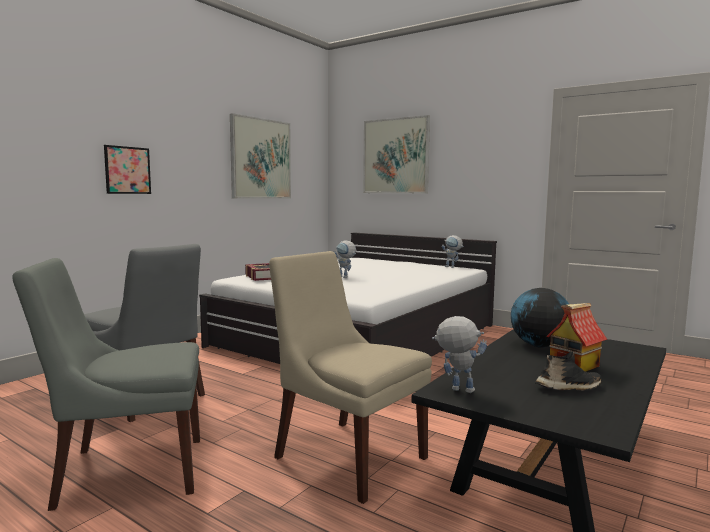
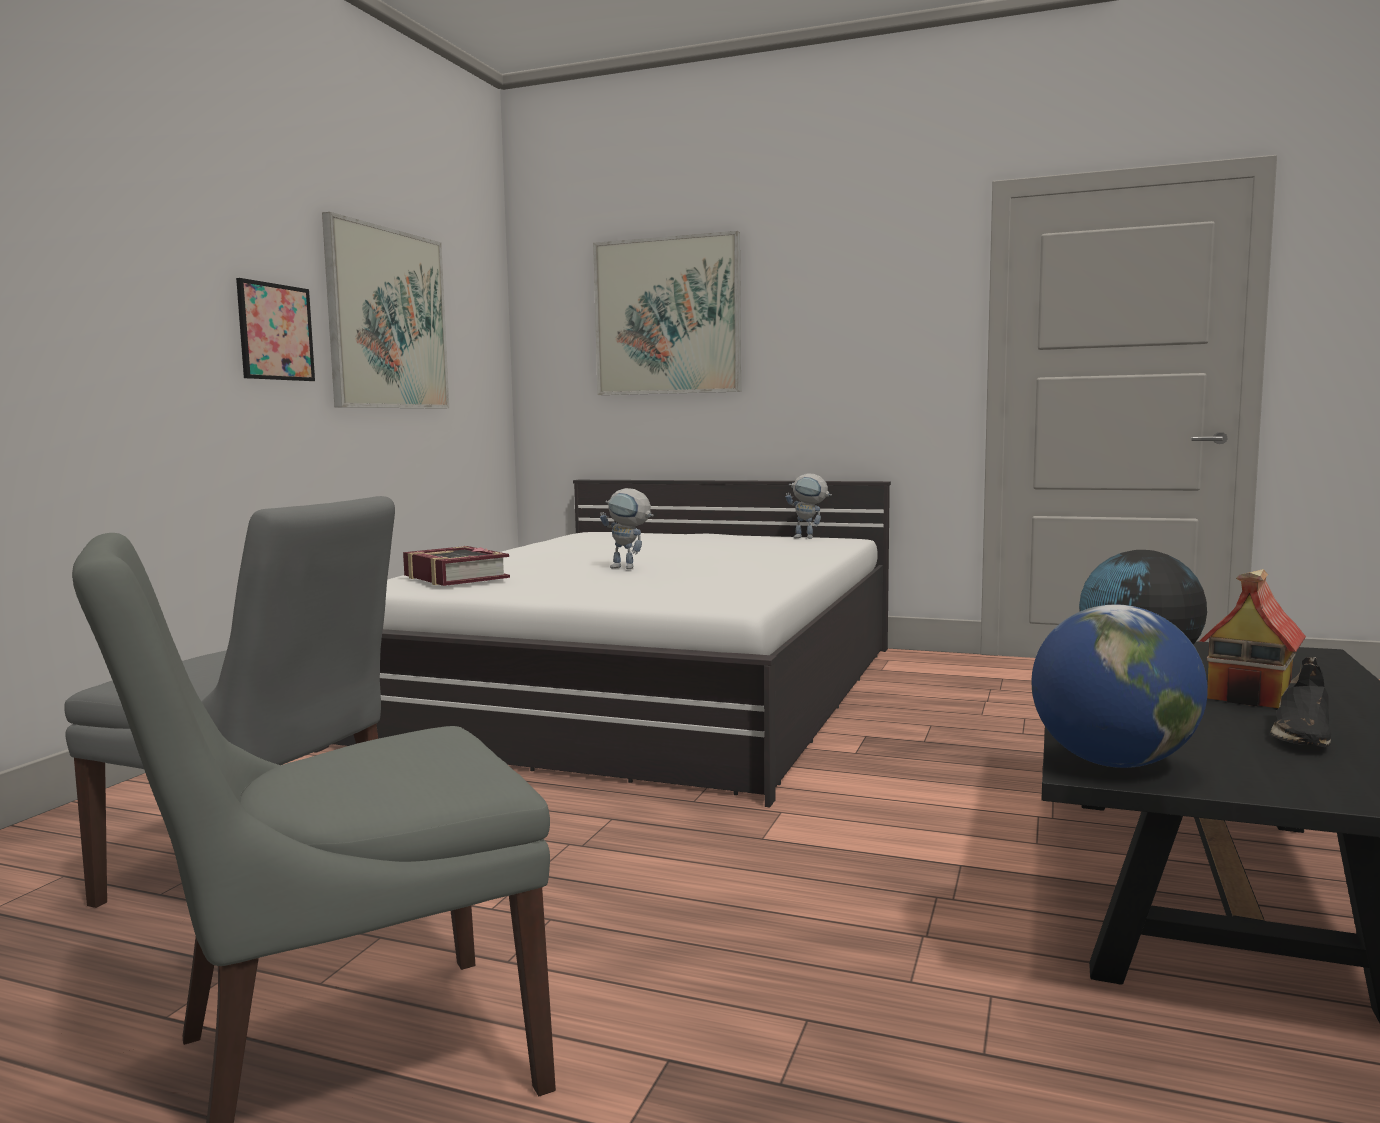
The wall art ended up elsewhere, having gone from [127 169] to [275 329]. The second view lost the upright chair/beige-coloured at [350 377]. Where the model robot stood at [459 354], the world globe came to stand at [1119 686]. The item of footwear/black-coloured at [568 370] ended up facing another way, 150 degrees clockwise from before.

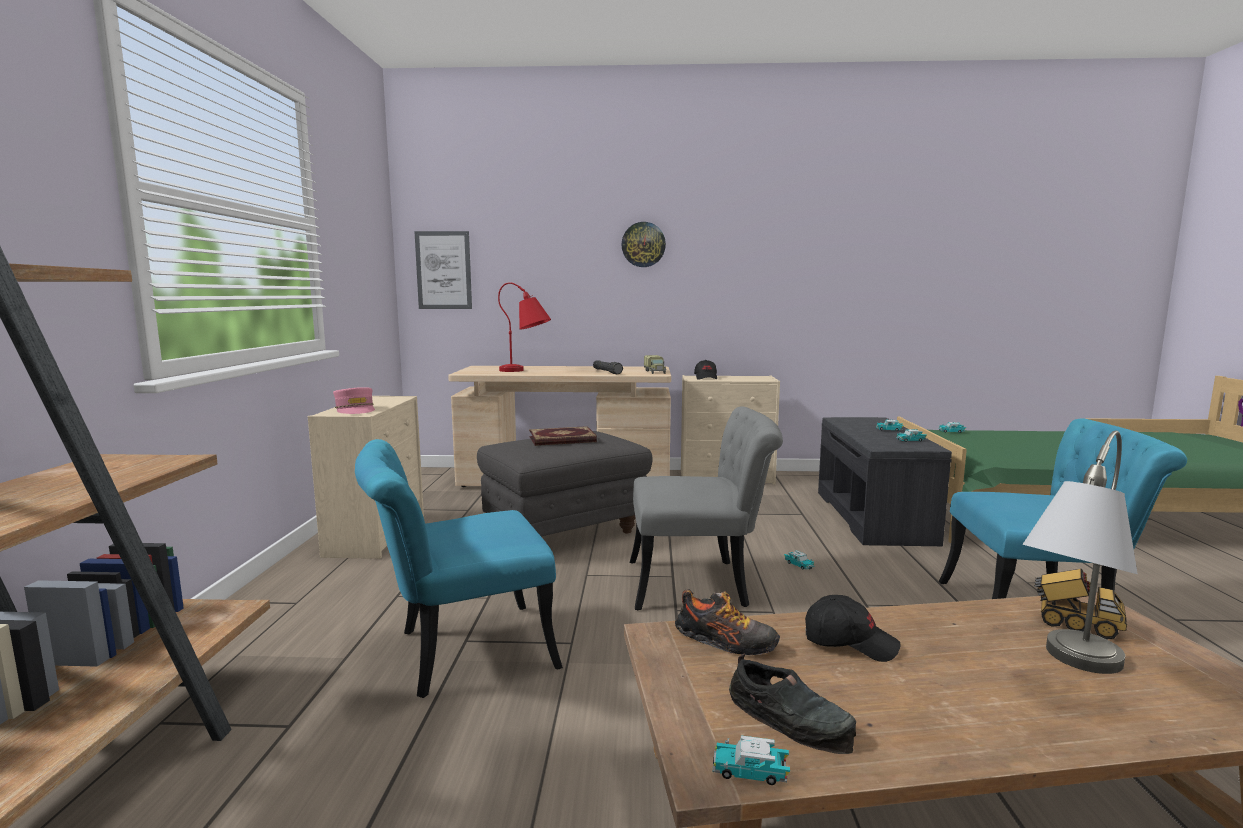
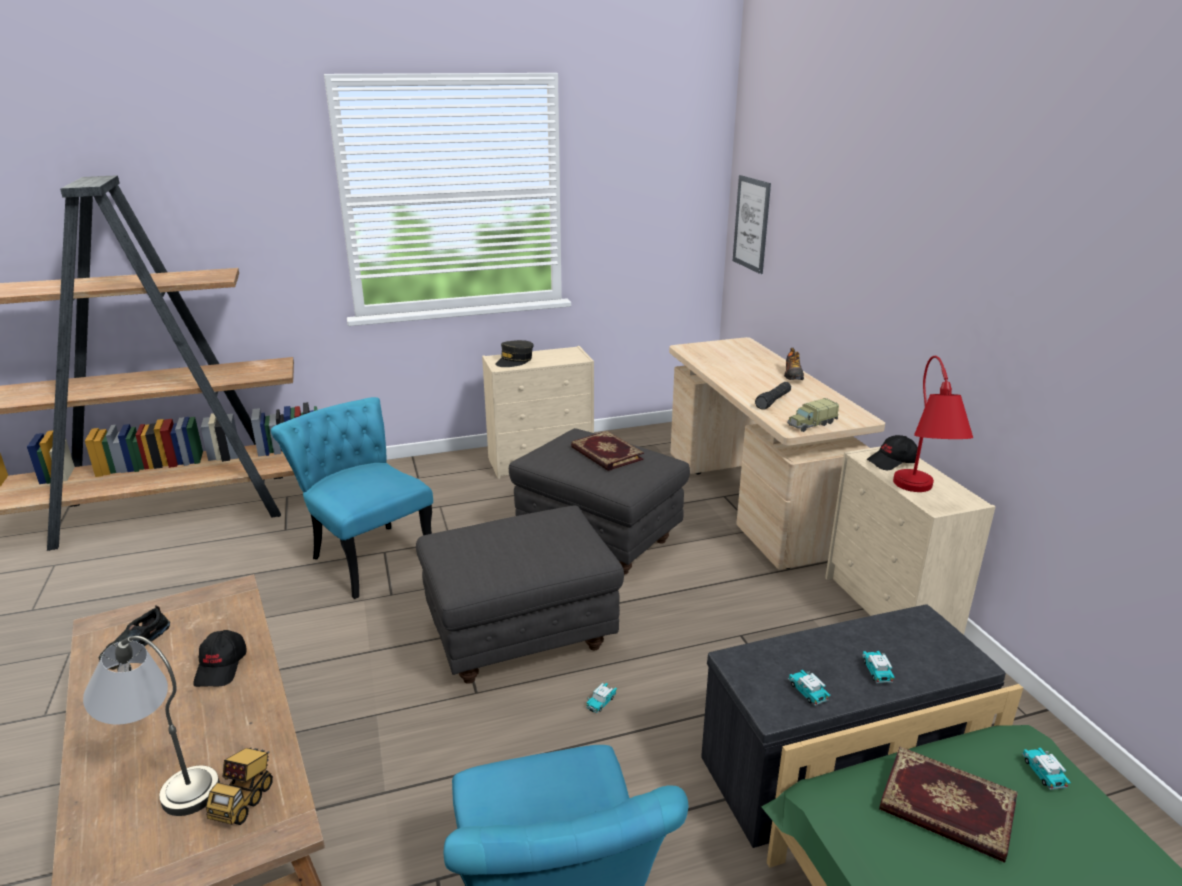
What was the baseball cap/pinkish at [354 400] turned into the baseball cap/gray at [514 353]. The tabletop lamp/red-coloured ended up elsewhere, having gone from [524 327] to [933 424]. The second view lost the clock on the wall at [643 244]. Where the upright chair/gray stood at [706 508], the footrest/gray came to stand at [520 594]. The item of footwear ended up elsewhere, having gone from [727 622] to [794 363]. The second view lost the model car at [751 760]. The second view gained the bound book at [948 804].

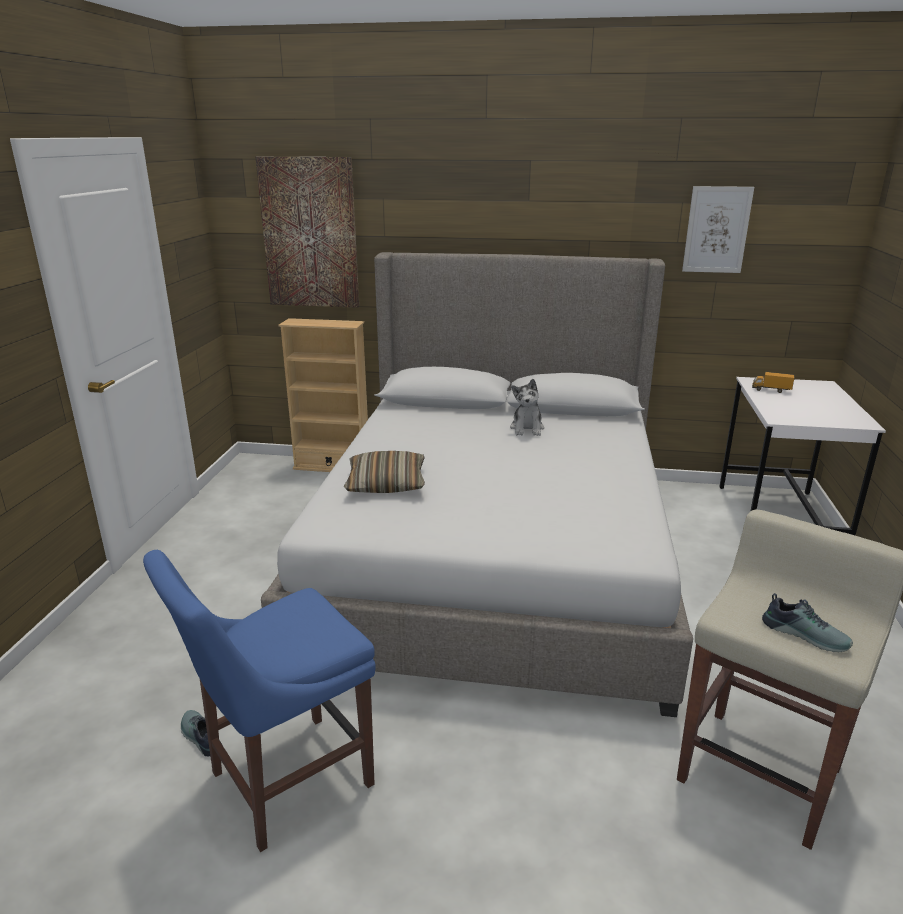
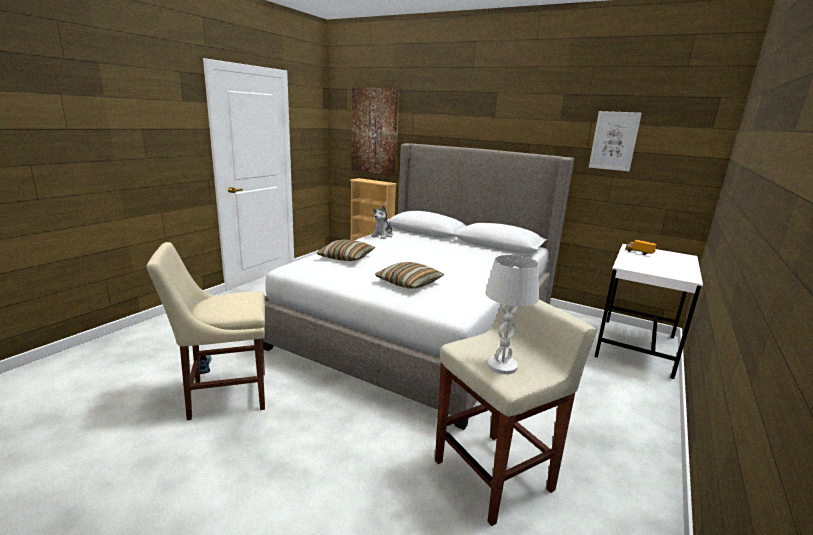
What was the upright chair/blue-coloured at [259 701] turned into the upright chair/beige-coloured at [205 331]. The soft toy ended up elsewhere, having gone from [527 407] to [382 222]. Where the item of footwear stood at [807 622], the tabletop lamp/whitish came to stand at [512 314]. The second view gained the throw pillow at [410 275].

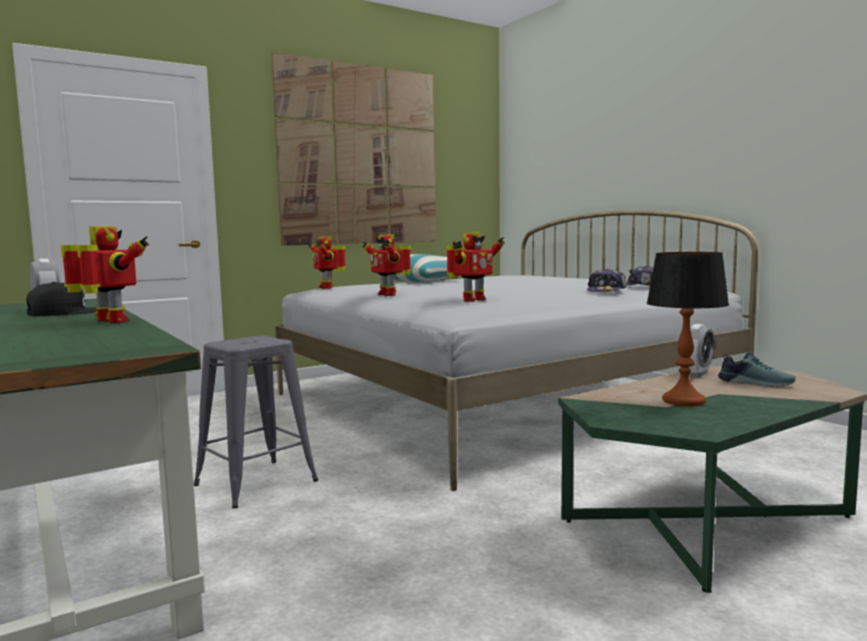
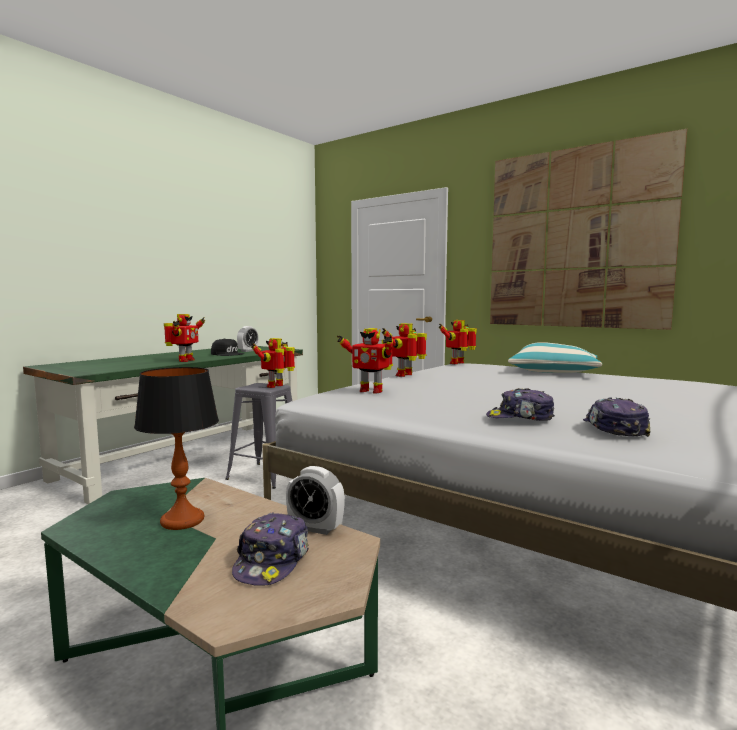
Where the item of footwear stood at [757 369], the baseball cap came to stand at [270 549]. The second view gained the model robot at [273 363].

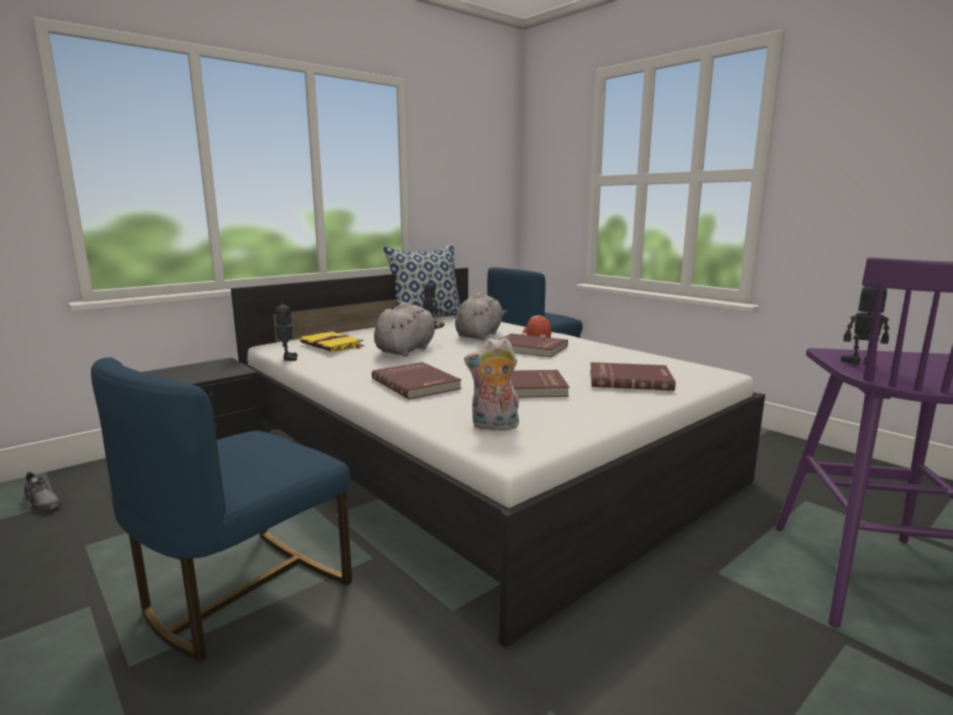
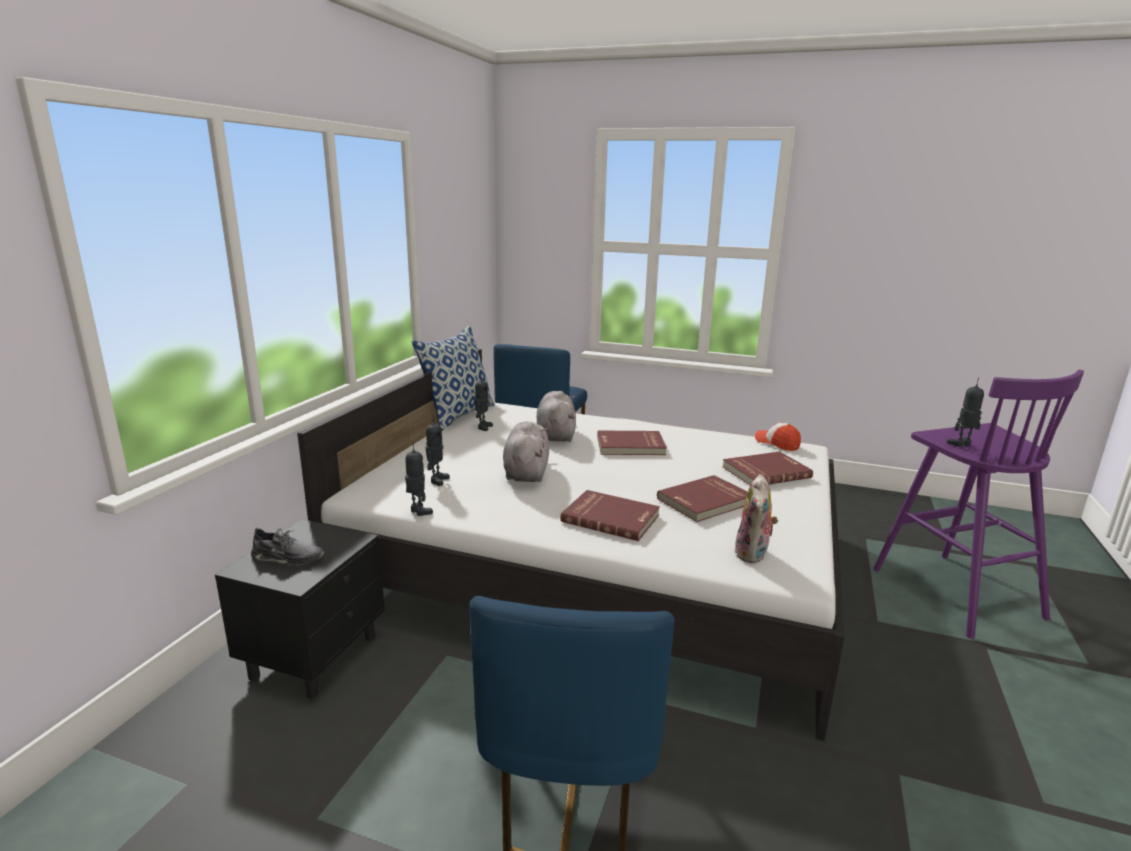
The item of footwear/gray ended up elsewhere, having gone from [43 492] to [287 547]. Where the bound book/yellow-coloured stood at [332 341], the model robot came to stand at [437 450]. The soft toy at [492 383] ended up facing another way, 45 degrees counterclockwise from before. The baseball cap ended up elsewhere, having gone from [537 327] to [778 437].

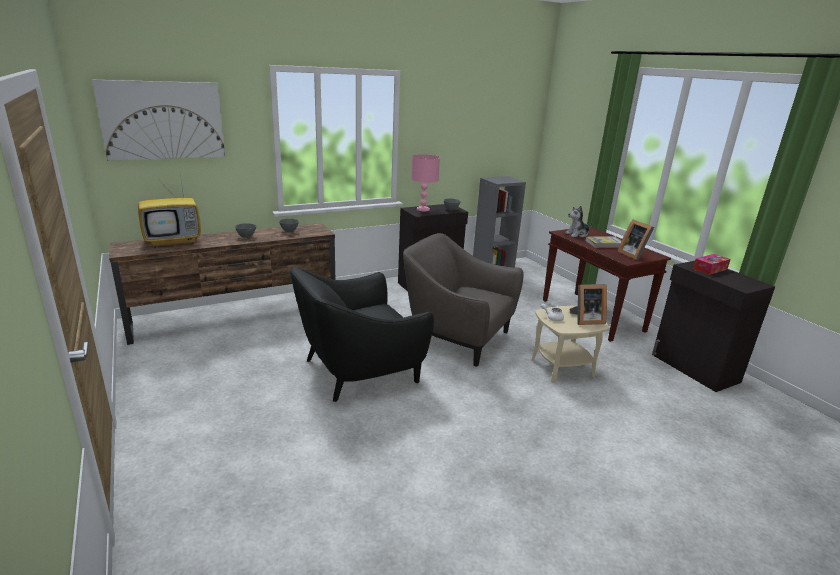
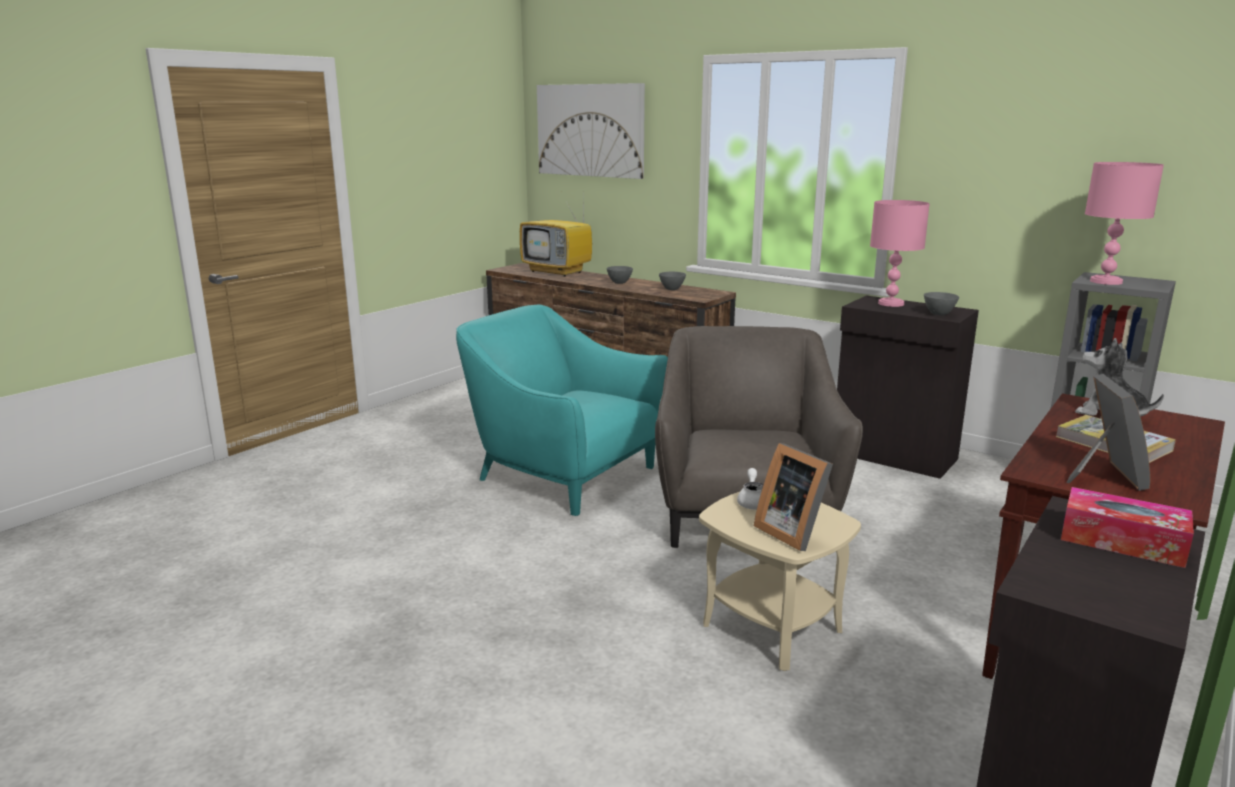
What was the armchair/black-coloured at [362 334] turned into the armchair/turquoise at [562 410]. The photo frame at [636 240] ended up facing another way, 150 degrees clockwise from before. The second view gained the tabletop lamp/pinkish at [1124 223].

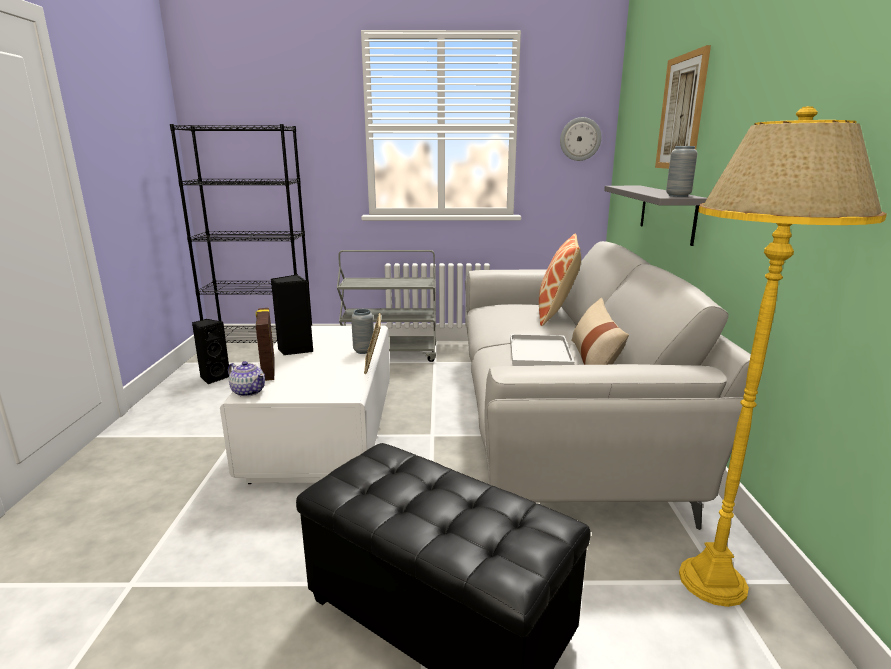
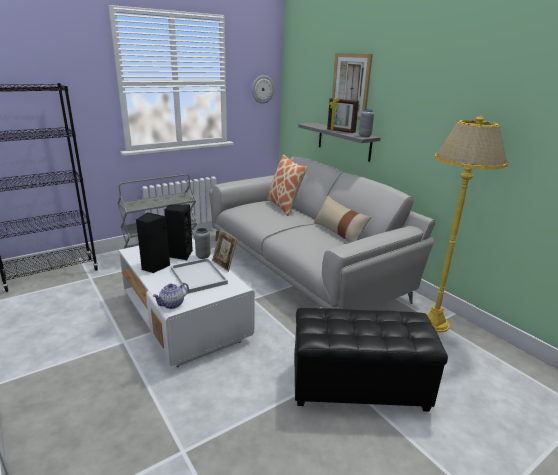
The speaker/black-coloured ended up elsewhere, having gone from [210 351] to [178 232]. The pot for tea at [246 379] ended up facing another way, 135 degrees clockwise from before. The photo frame ended up elsewhere, having gone from [265 344] to [343 115]. The serving tray/whitish ended up elsewhere, having gone from [542 350] to [199 276].

